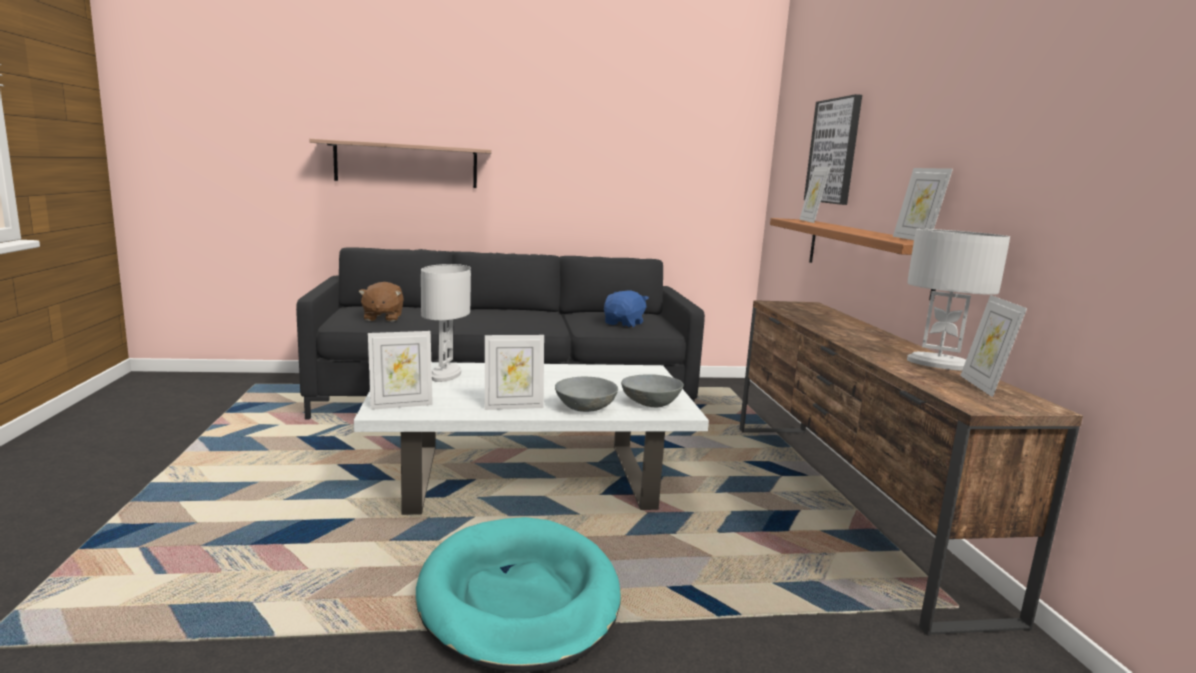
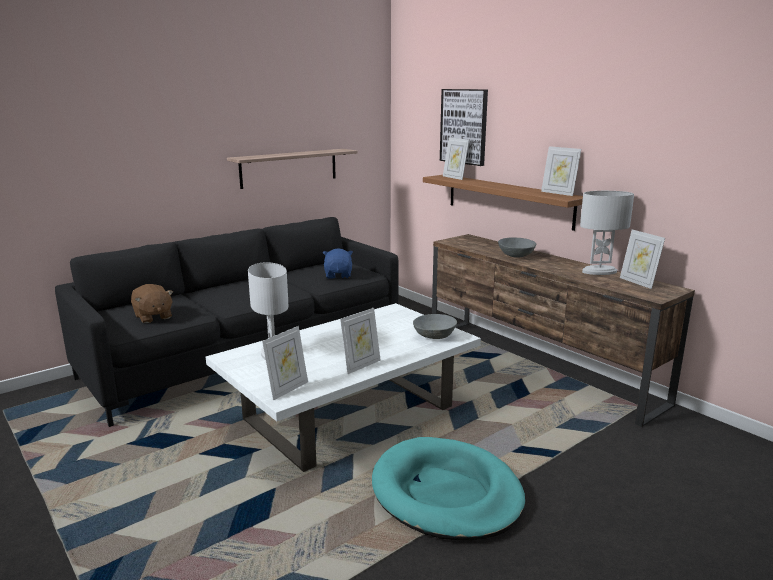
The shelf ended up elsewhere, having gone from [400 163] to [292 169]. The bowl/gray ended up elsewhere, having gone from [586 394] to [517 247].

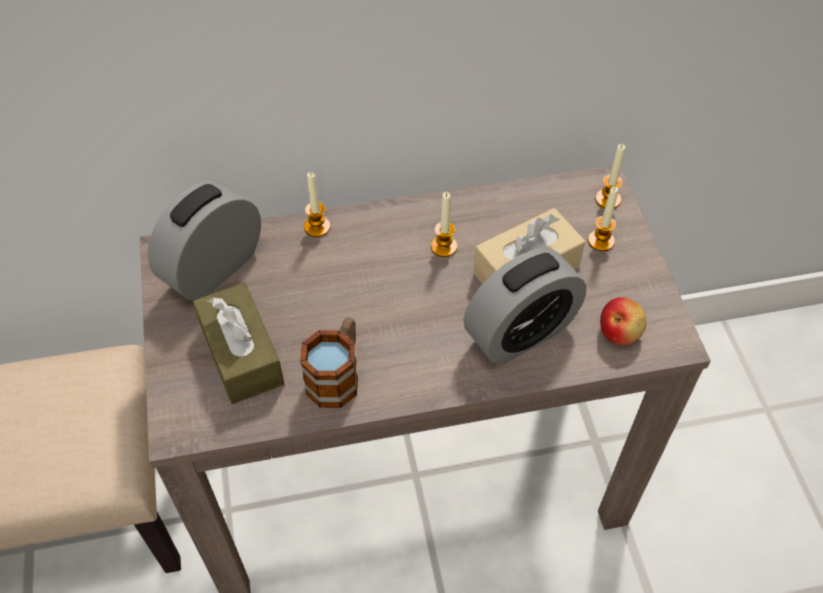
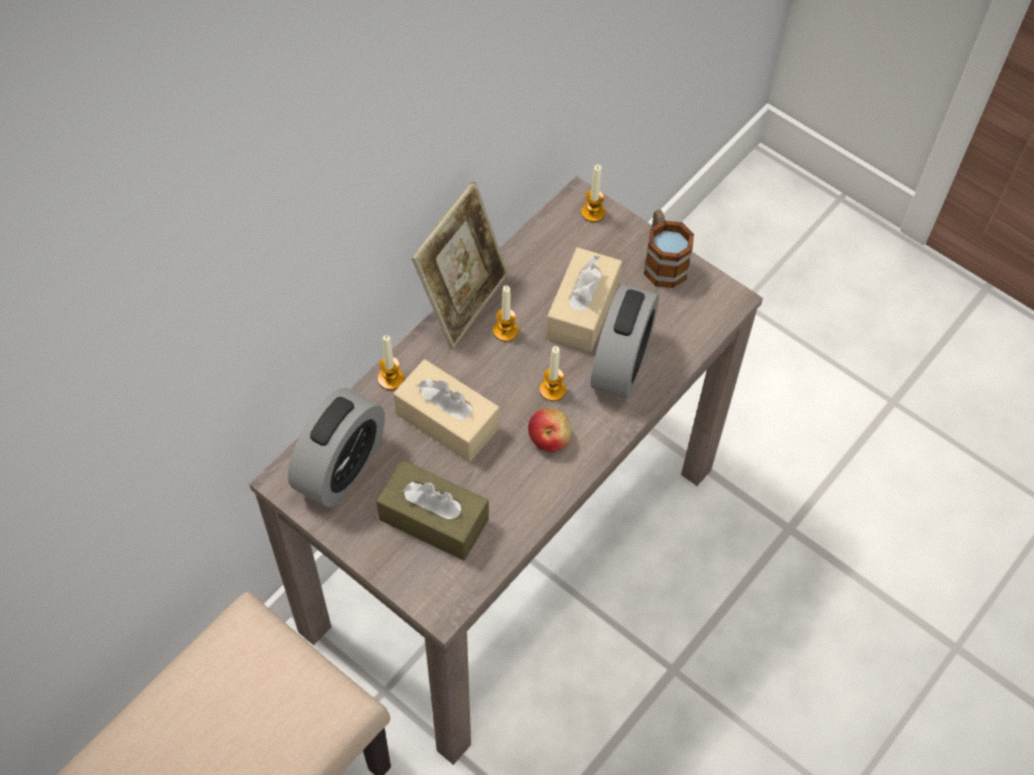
The alarm clock at [204 240] ended up facing another way, 150 degrees counterclockwise from before. The coffee mug ended up elsewhere, having gone from [329 362] to [669 249]. The wax candle ended up elsewhere, having gone from [603 218] to [553 373]. The apple ended up elsewhere, having gone from [623 321] to [550 430]. The second view gained the tissue box/beige-coloured at [446 410]. The second view gained the photo frame at [460 265].

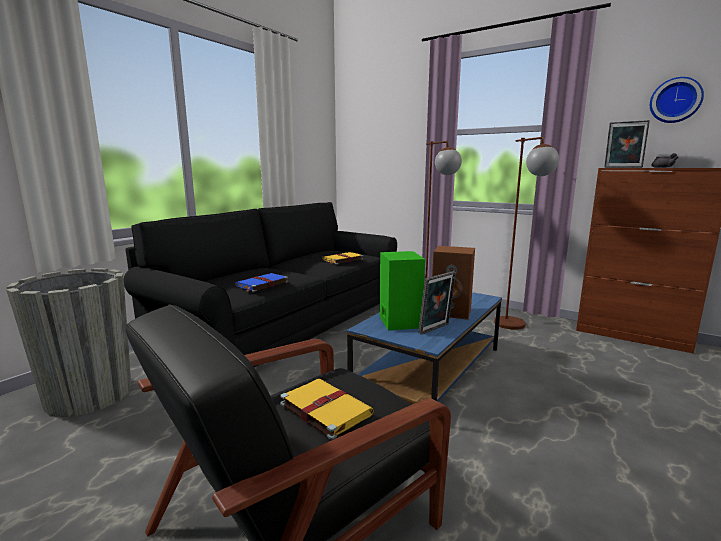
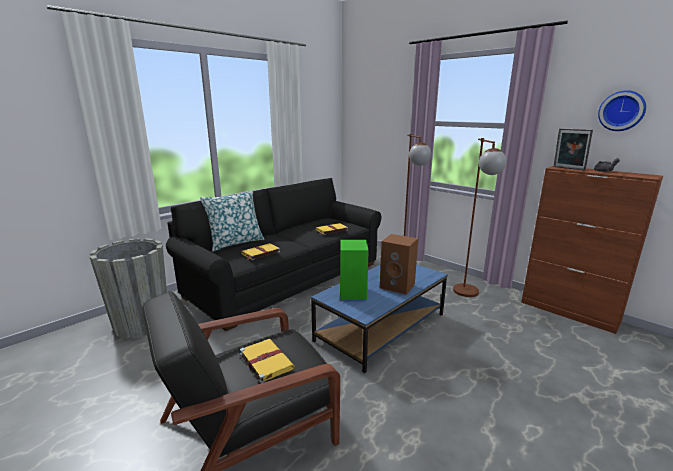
What was the bound book/blue-coloured at [261 282] turned into the bound book/yellow-coloured at [260 251]. The second view lost the photo frame at [437 303]. The second view gained the throw pillow at [232 221].

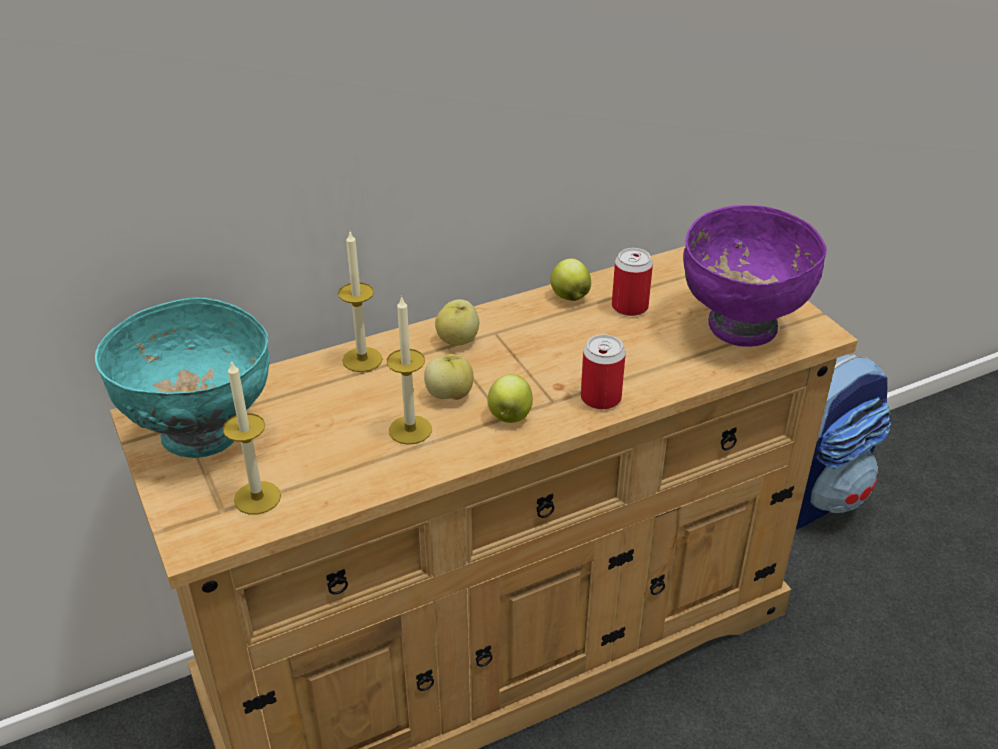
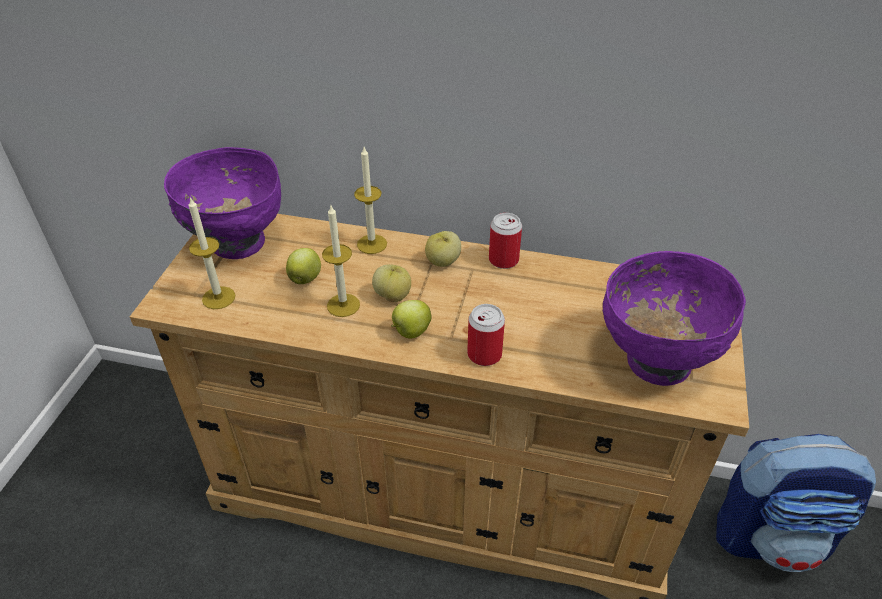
What was the bowl/turquoise at [182 377] turned into the bowl/purplish at [222 203]. The apple ended up elsewhere, having gone from [570 279] to [303 266]. The metal can ended up elsewhere, having gone from [632 282] to [505 241].

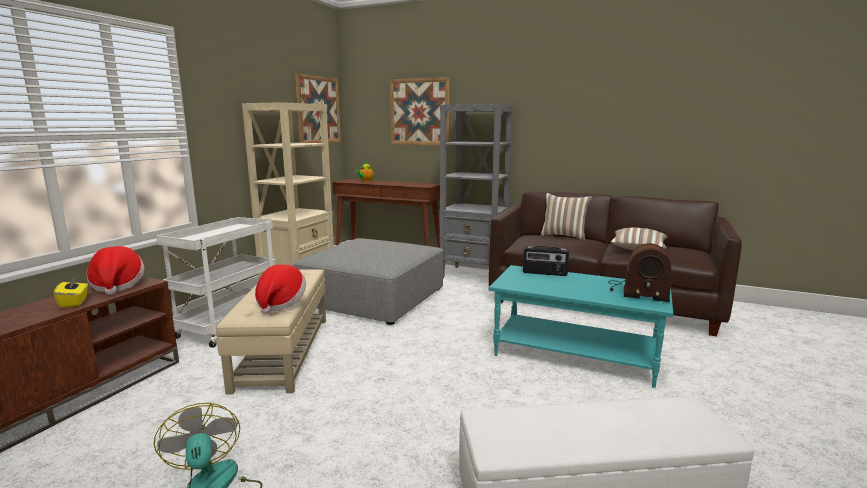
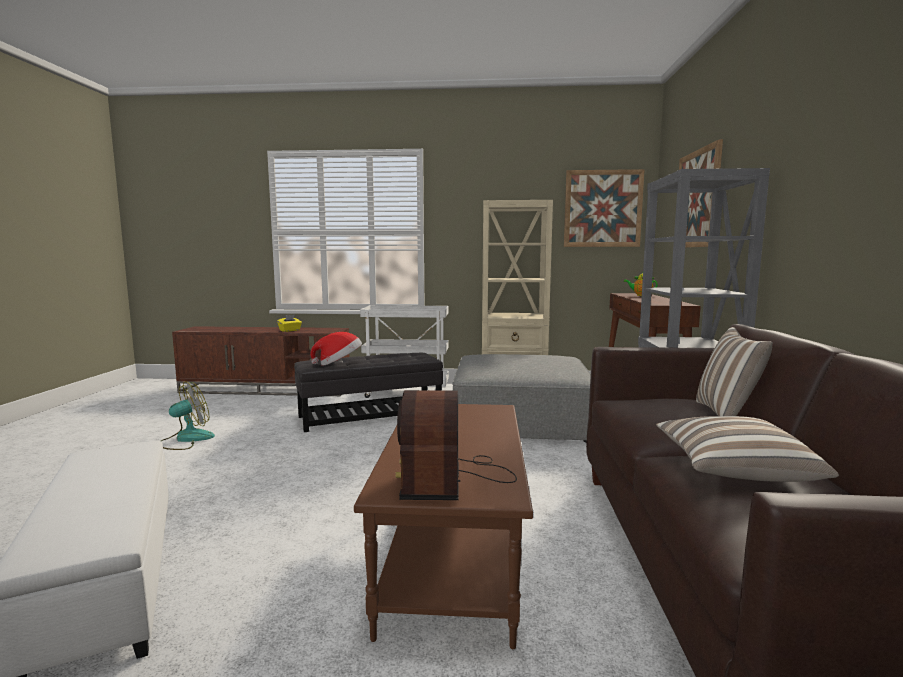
The second view lost the clothing hat at [115 270]. What was the footrest/beige-coloured at [271 331] turned into the footrest/black-coloured at [368 392]. What was the coffee table/turquoise at [581 326] turned into the coffee table/brown-coloured at [443 526]. The second view lost the radio receiver at [546 261].

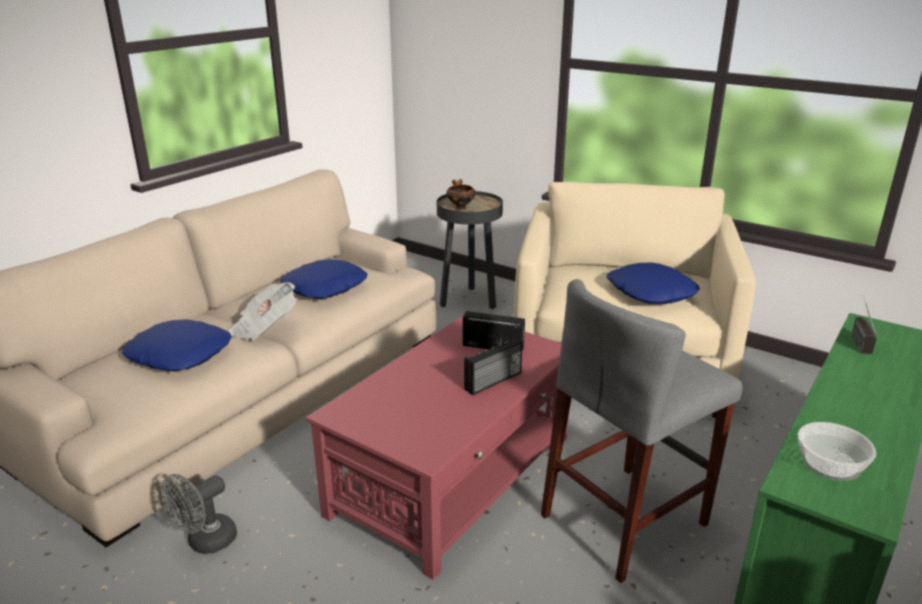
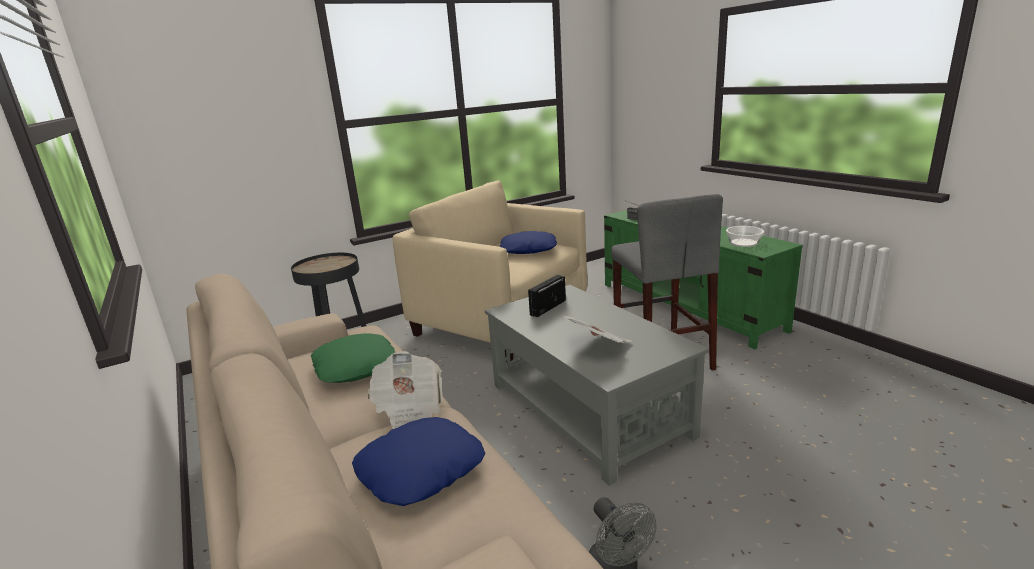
What was the throw pillow/blue-coloured at [324 279] turned into the throw pillow/greenish at [353 358]. What was the coffee table/red-coloured at [437 447] turned into the coffee table/gray at [597 385]. The second view lost the bowl at [461 194]. The second view lost the radio receiver at [493 366]. The second view gained the newspaper at [598 330].

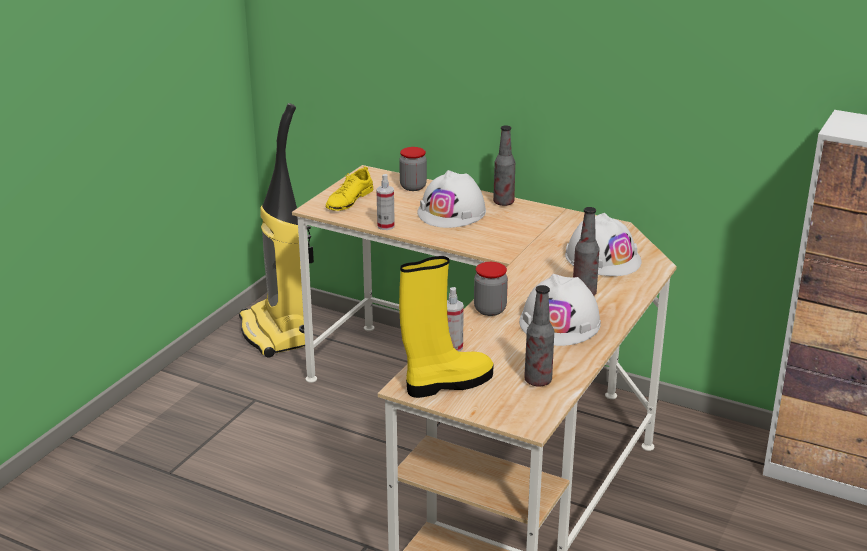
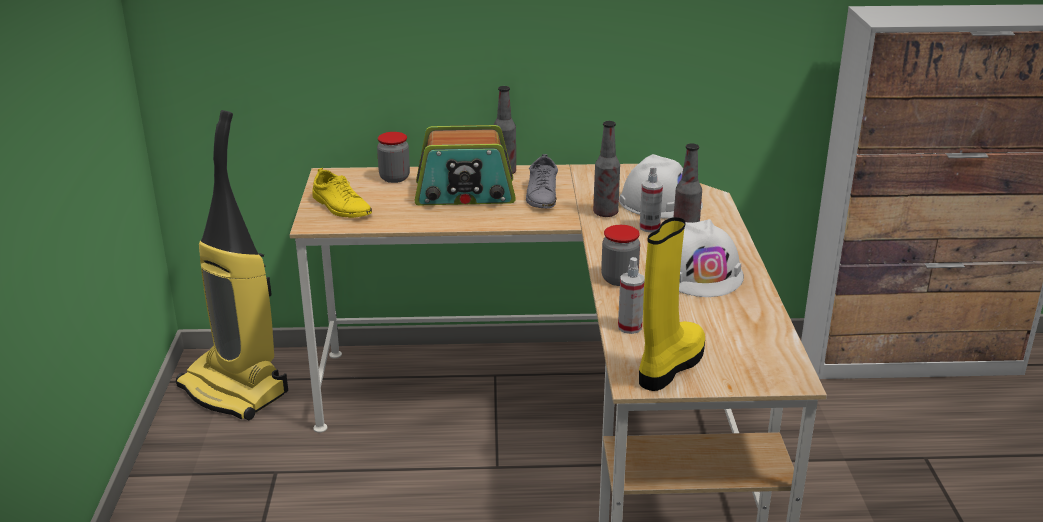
The item of footwear/yellow-coloured at [349 189] ended up facing another way, 45 degrees counterclockwise from before. The spray bottle ended up elsewhere, having gone from [385 202] to [651 199]. Where the safety helmet/whitish stood at [451 199], the radio receiver came to stand at [465 165]. The bottle ended up elsewhere, having gone from [539 336] to [606 169]. The second view gained the item of footwear/gray at [542 181].

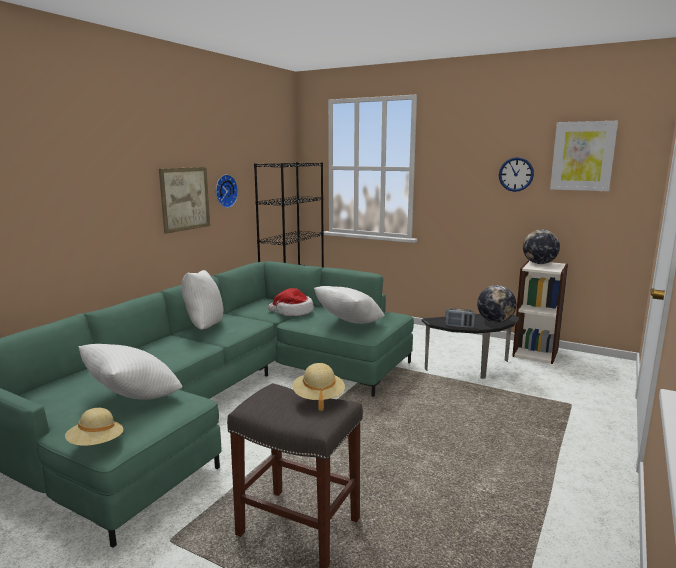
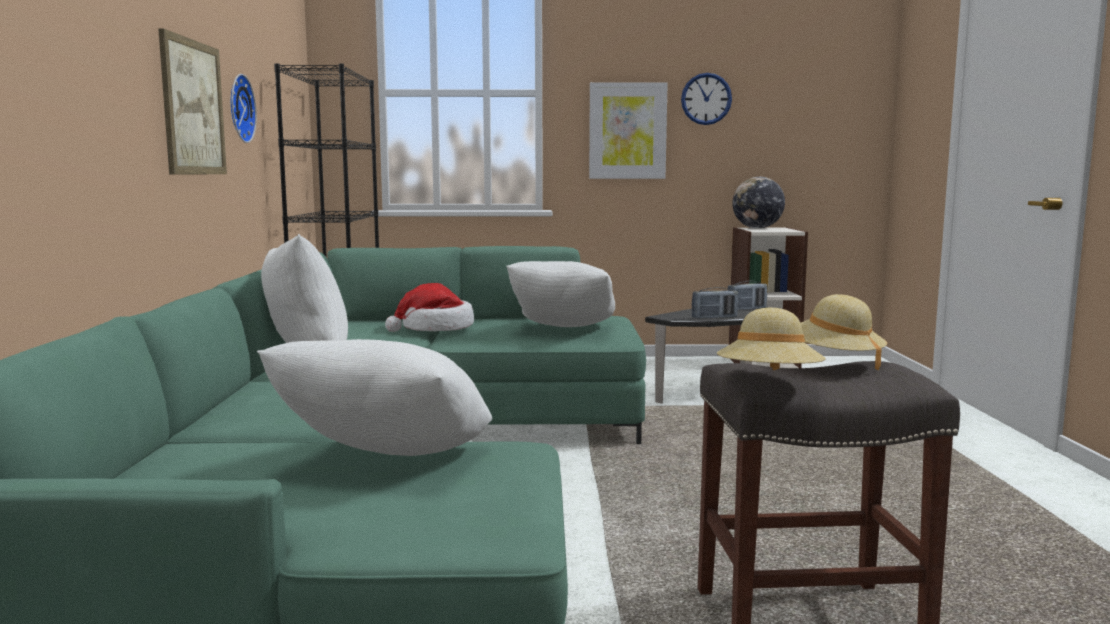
The clothing hat/beige-coloured ended up elsewhere, having gone from [94 427] to [771 339]. Where the world globe stood at [497 304], the radio receiver came to stand at [747 295]. The wall art ended up elsewhere, having gone from [584 156] to [628 130].

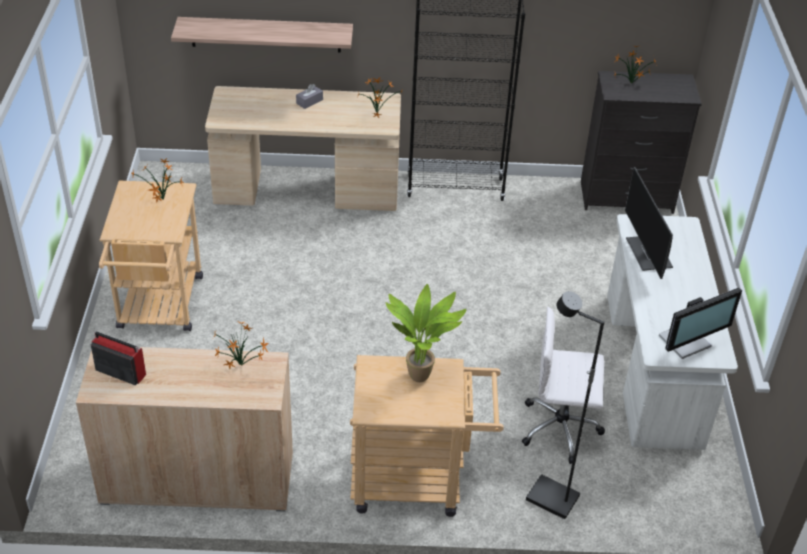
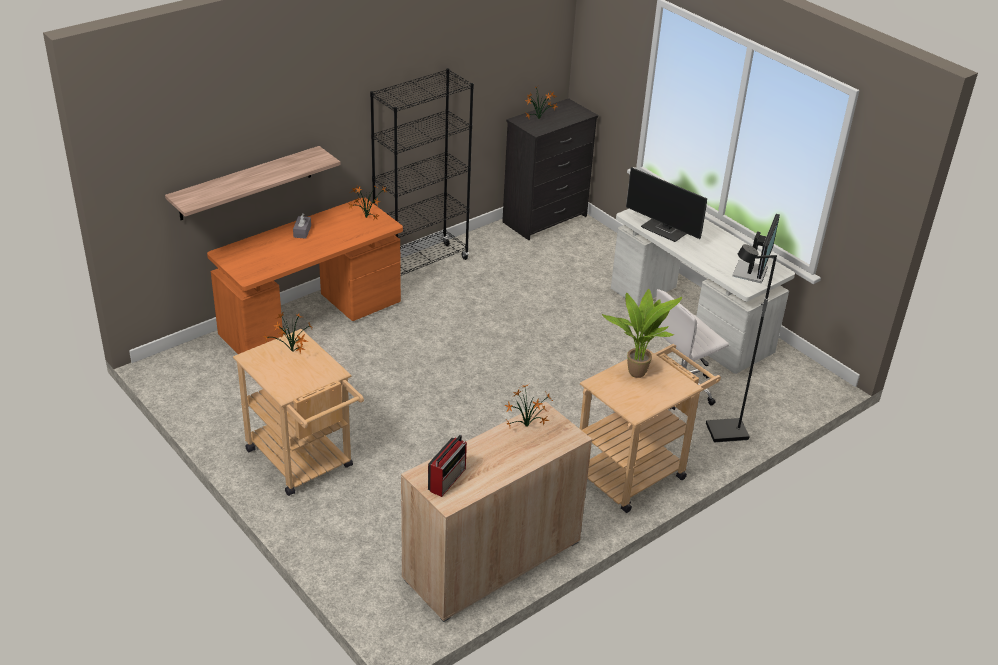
The radio receiver at [118 358] ended up facing another way, 135 degrees clockwise from before. What was the desk table/beige-coloured at [303 148] turned into the desk table/orangey at [305 275].

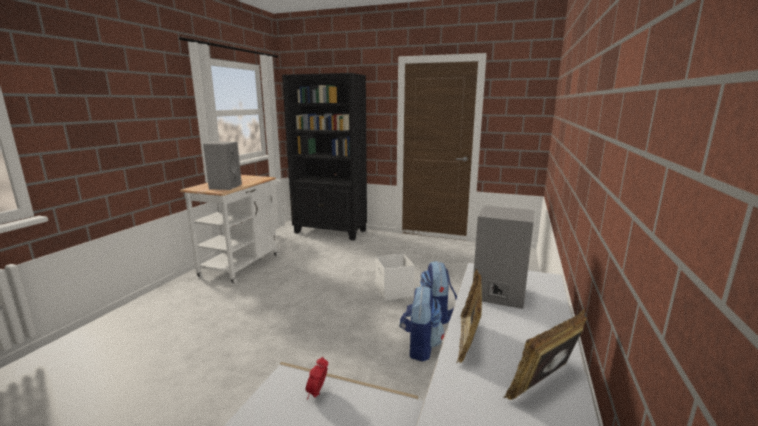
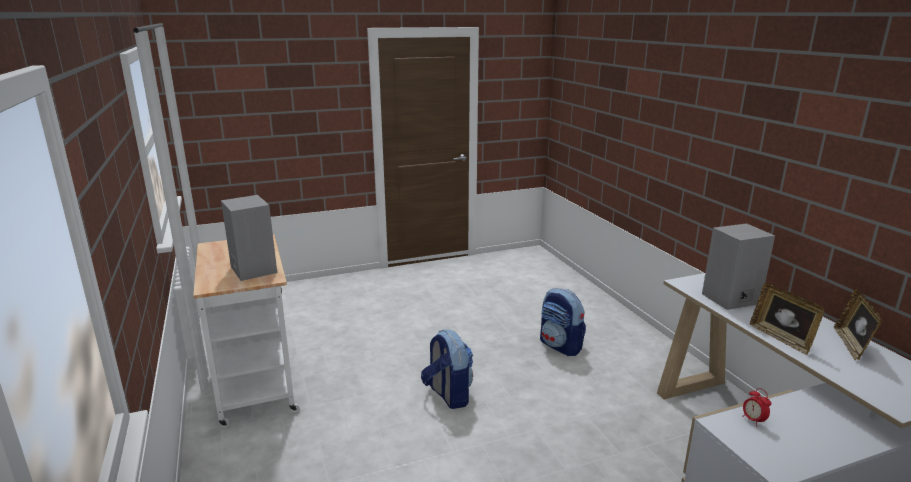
The second view lost the shelving unit/black-coloured at [324 156]. The second view lost the storage box/whitish at [395 277]. The rucksack ended up elsewhere, having gone from [421 324] to [447 369].

